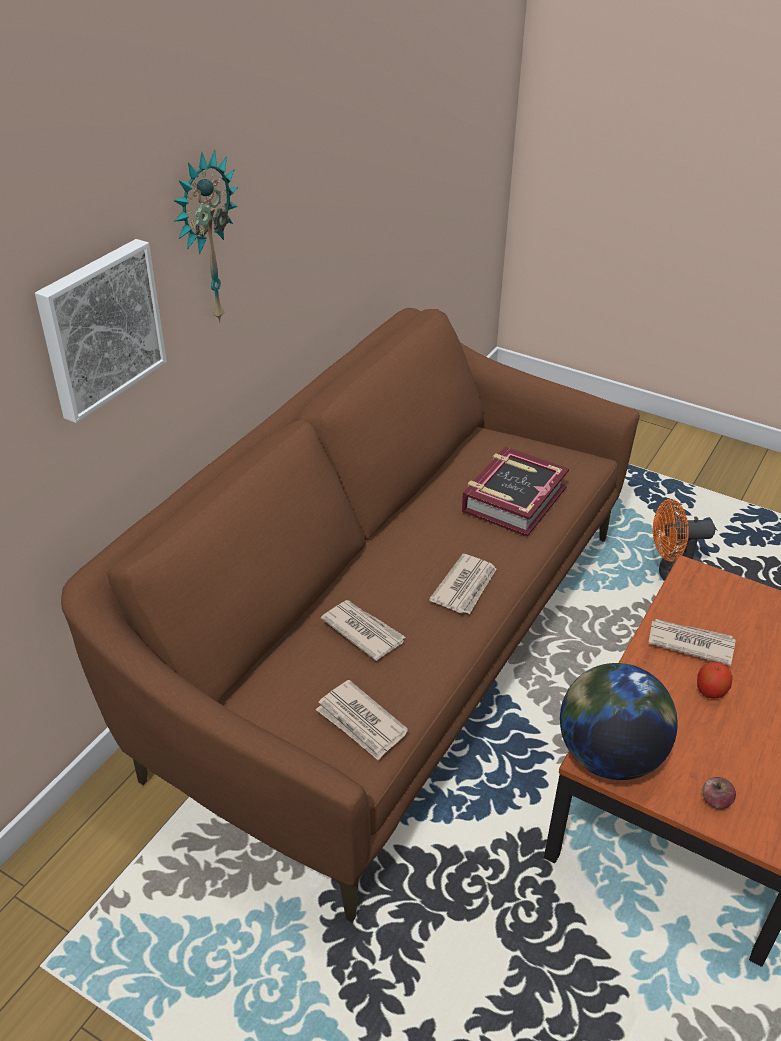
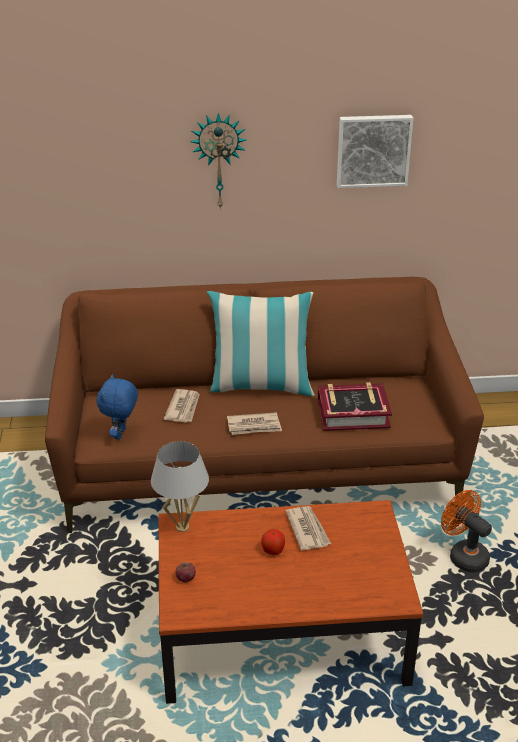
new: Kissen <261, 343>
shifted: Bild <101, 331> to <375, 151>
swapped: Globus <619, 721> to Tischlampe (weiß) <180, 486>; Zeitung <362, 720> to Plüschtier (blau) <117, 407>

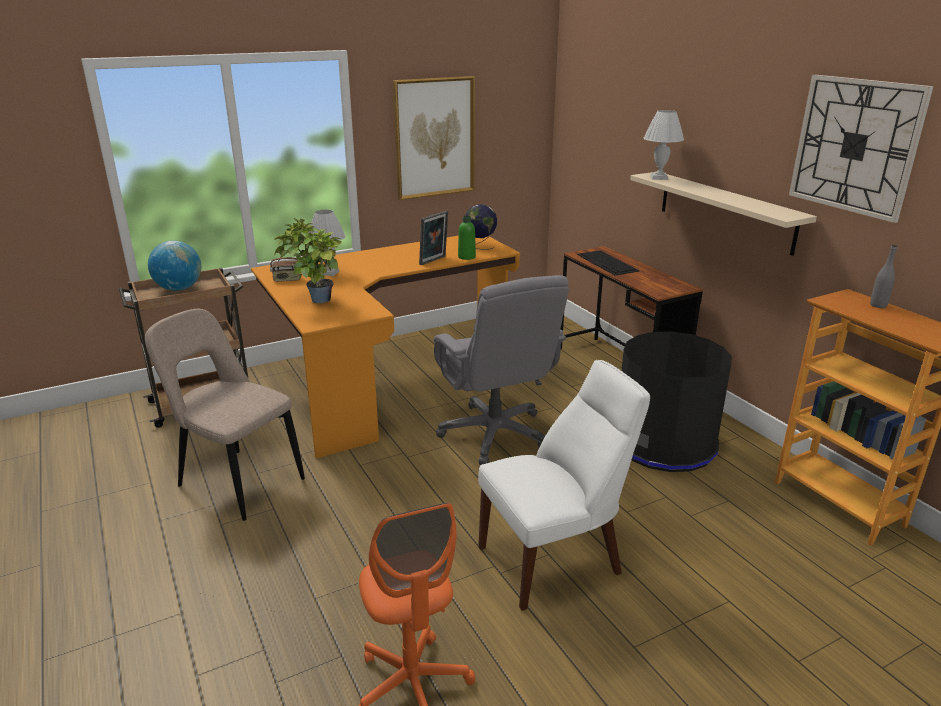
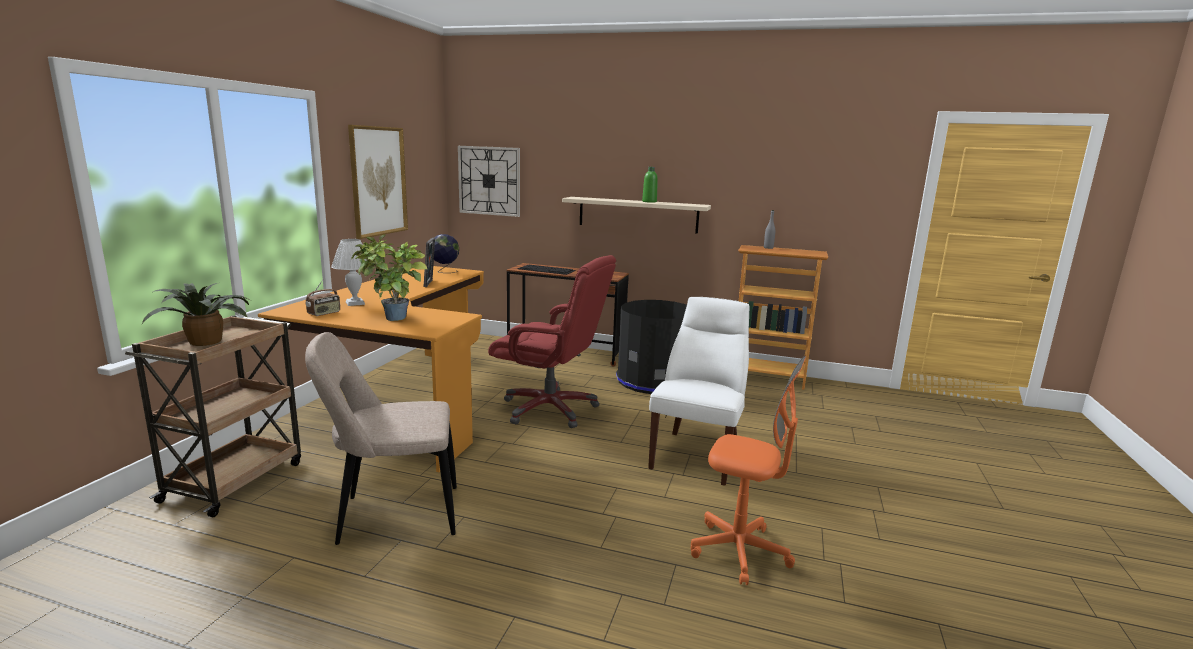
gone: Tischlampe (weiß) <664, 145>
shifted: Wanduhr <861, 149> to <489, 181>; Flasche (grün) <467, 238> to <650, 185>
swapped: Globus <174, 266> to Topfpflanze <196, 314>
repainted: Bürostuhl (grau) <501, 370> to Bürostuhl (rot) <552, 341>

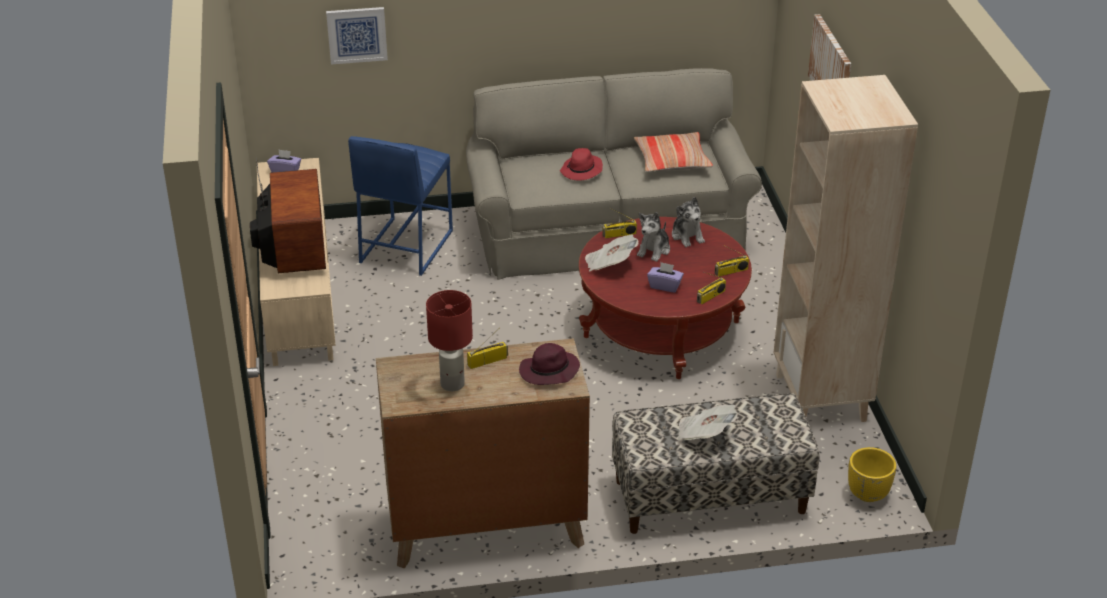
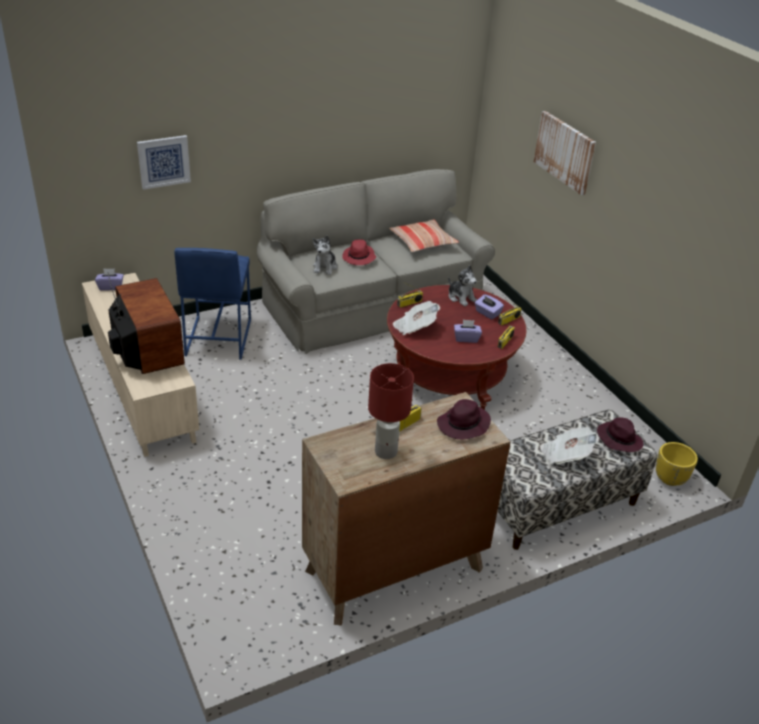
gone: Bücherregal (beige) <845, 248>
new: Taschentuchbox (lila) <489, 306>; Hut (lila) <620, 434>
shifted: Plüschtier <653, 237> to <324, 255>

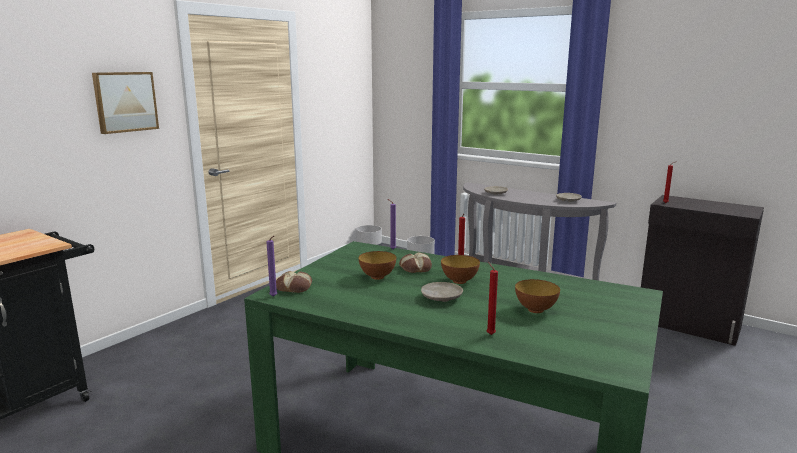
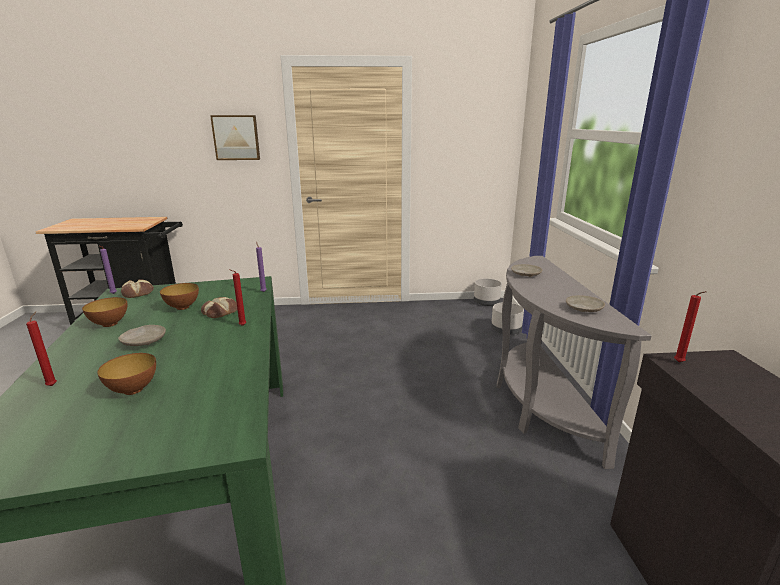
shifted: Schüssel <460, 269> to <105, 312>

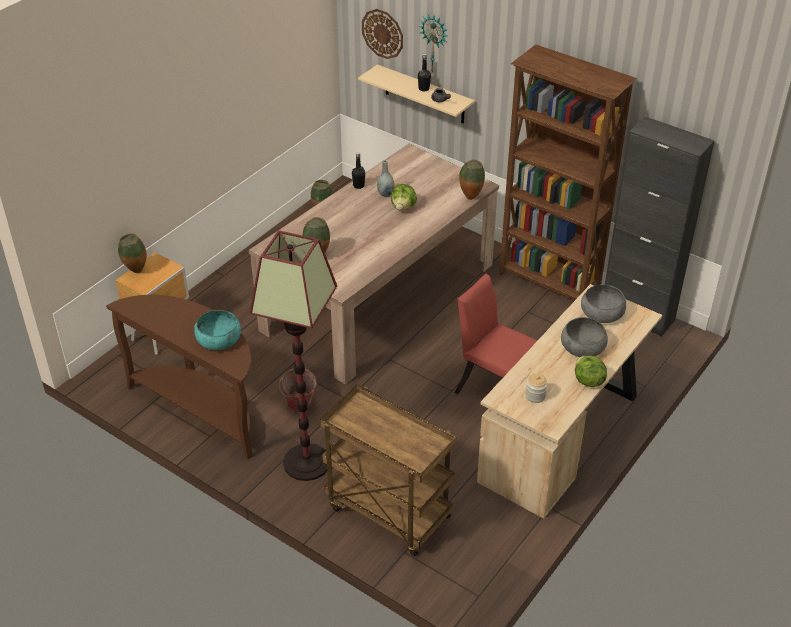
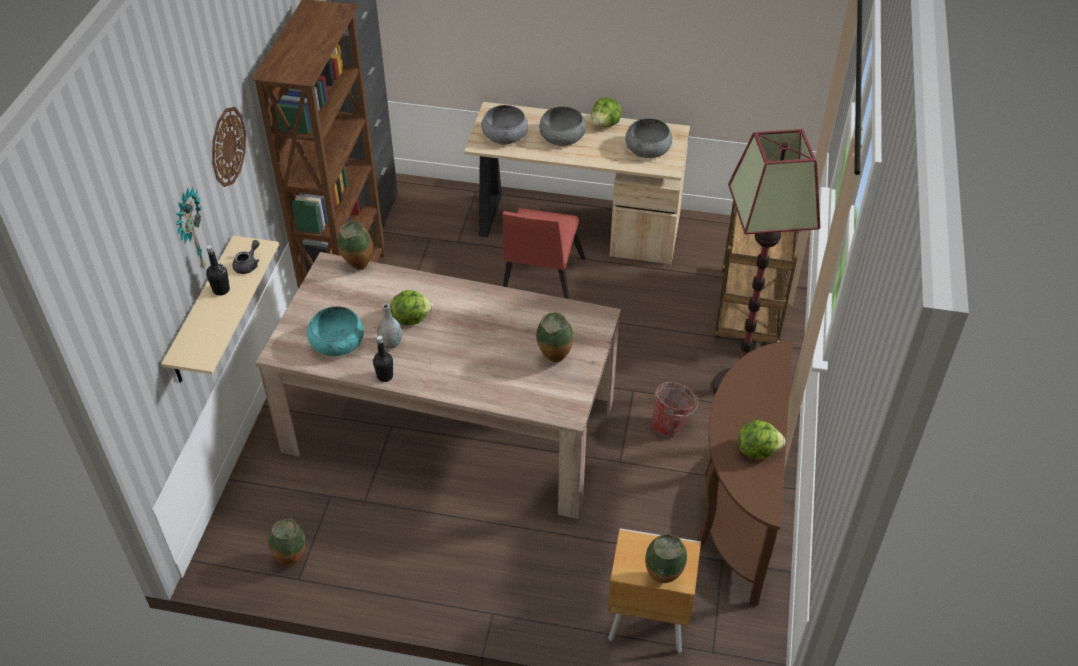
new: Salatkopf <762, 439>
shifted: Wanduhr <382, 34> to <229, 147>; Schüssel (türkis) <217, 330> to <335, 331>
swapped: Vorratsglas <536, 388> to Schüssel (grau) <648, 138>

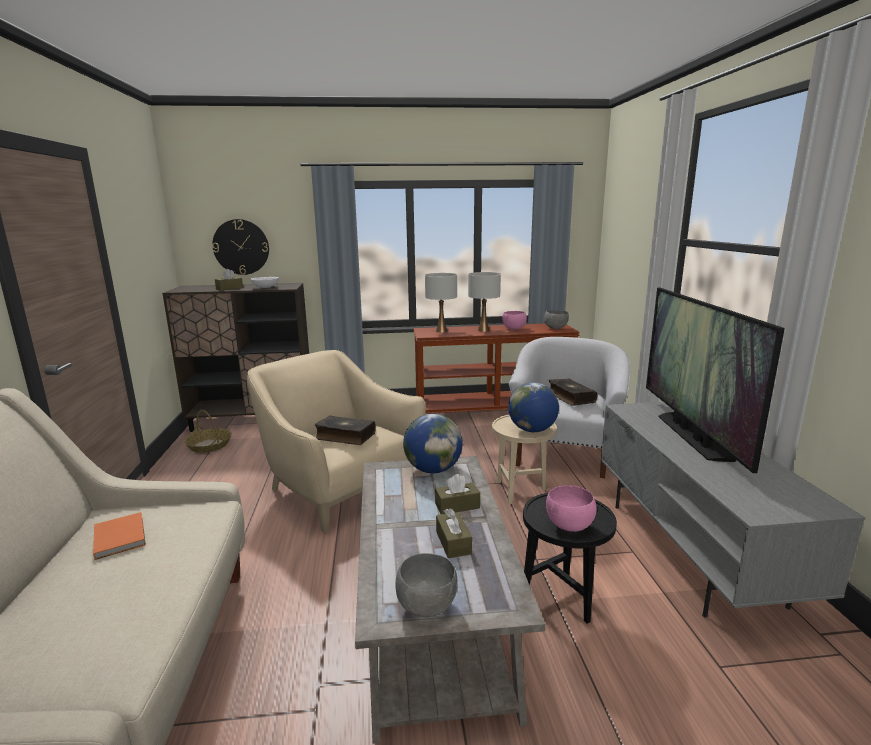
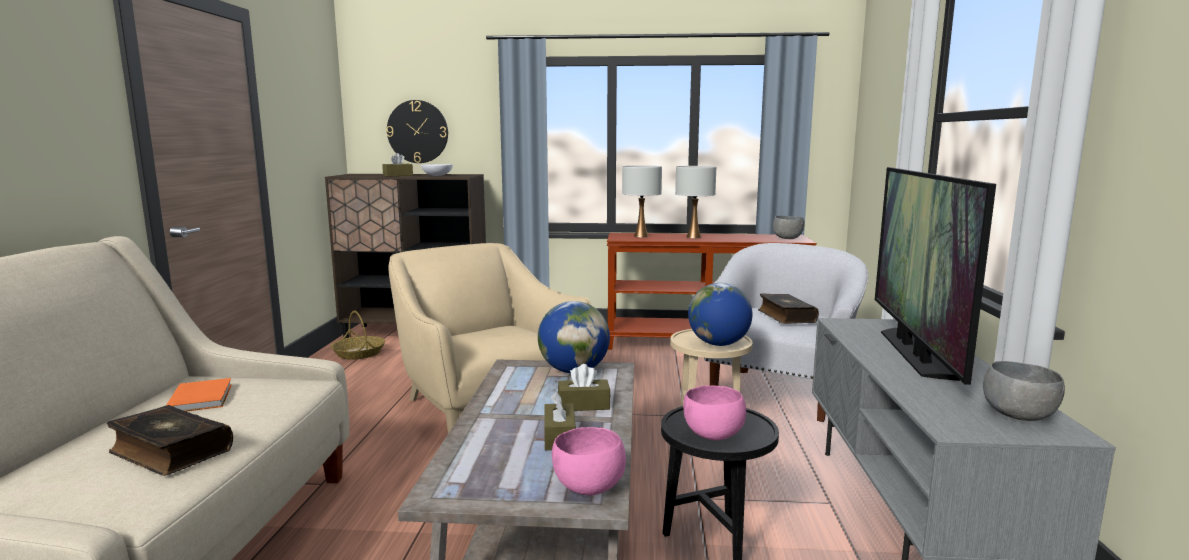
shifted: Schüssel (rosa) <514, 320> to <589, 461>; Buch <345, 430> to <170, 440>; Schüssel (grau) <426, 585> to <1024, 391>

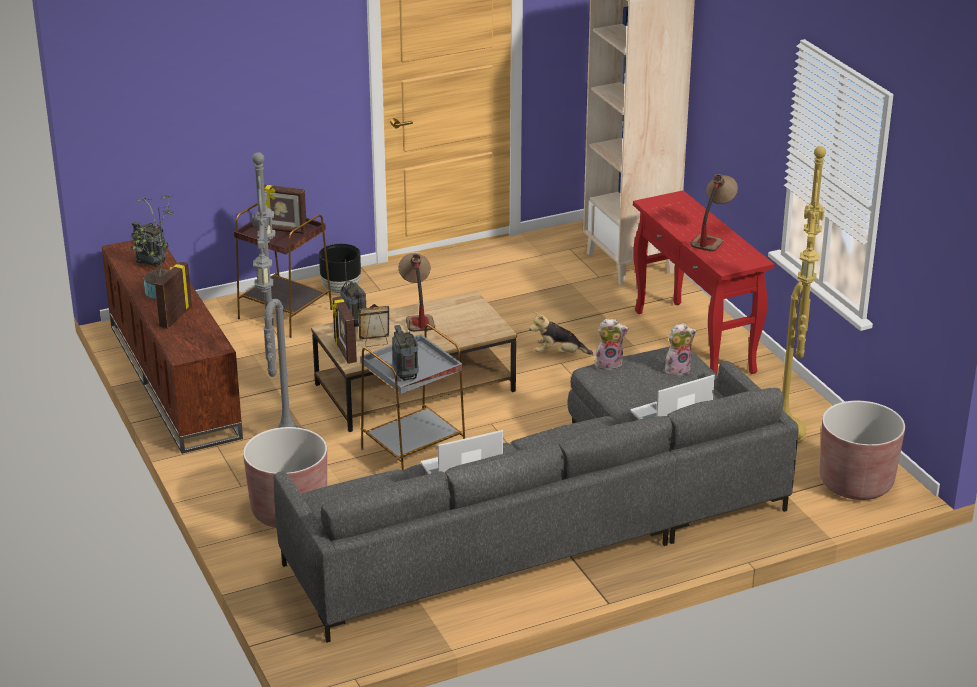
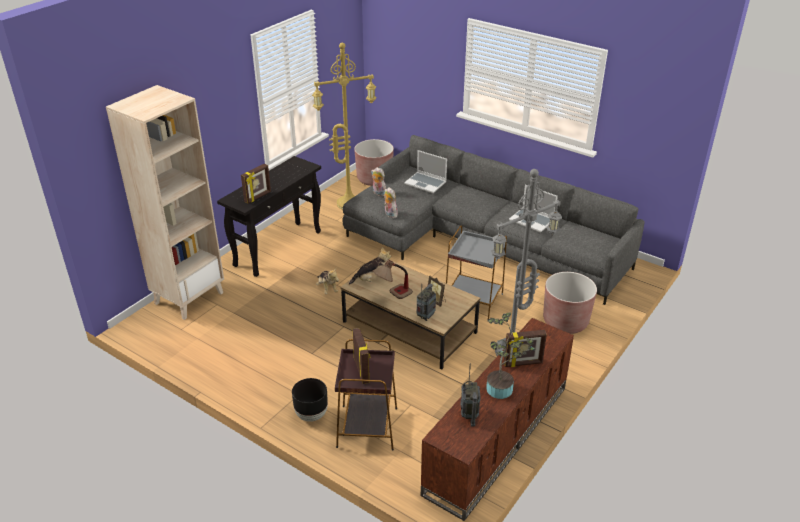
gone: Tischlampe <714, 213>; Radio <405, 350>
new: Plüschtier <370, 266>
shifted: Bilderrahmen <344, 330> to <256, 183>
repainted: Konsolentisch (rot) <703, 282> to Konsolentisch (schwarz) <269, 216>

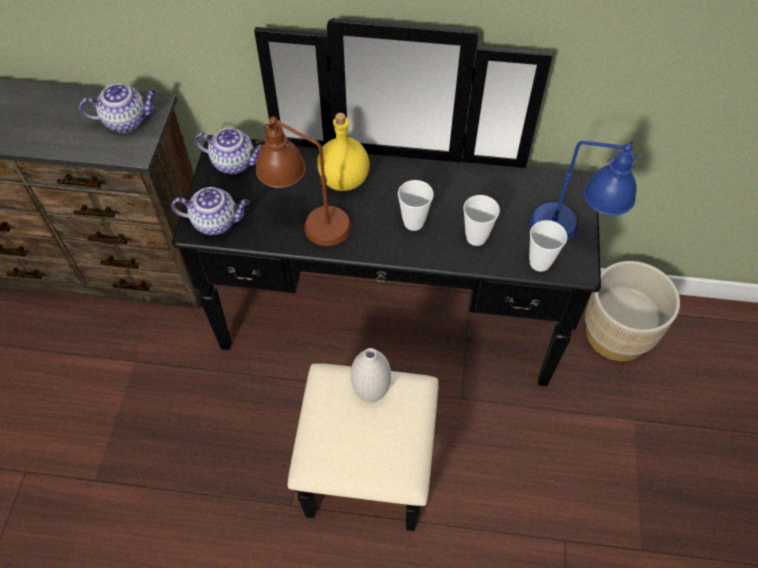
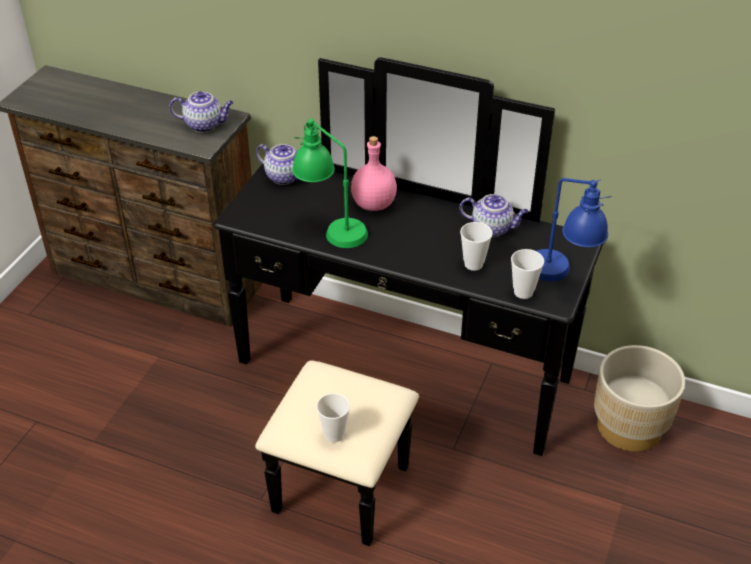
gone: Vase (weiß) <371, 375>
shifted: Tasse <416, 205> to <333, 417>; Teekanne <210, 211> to <494, 215>
repainted: Flasche (gelb) <343, 152> to Flasche (rosa) <374, 173>; Tischlampe (braun) <303, 181> to Tischlampe (grün) <330, 183>

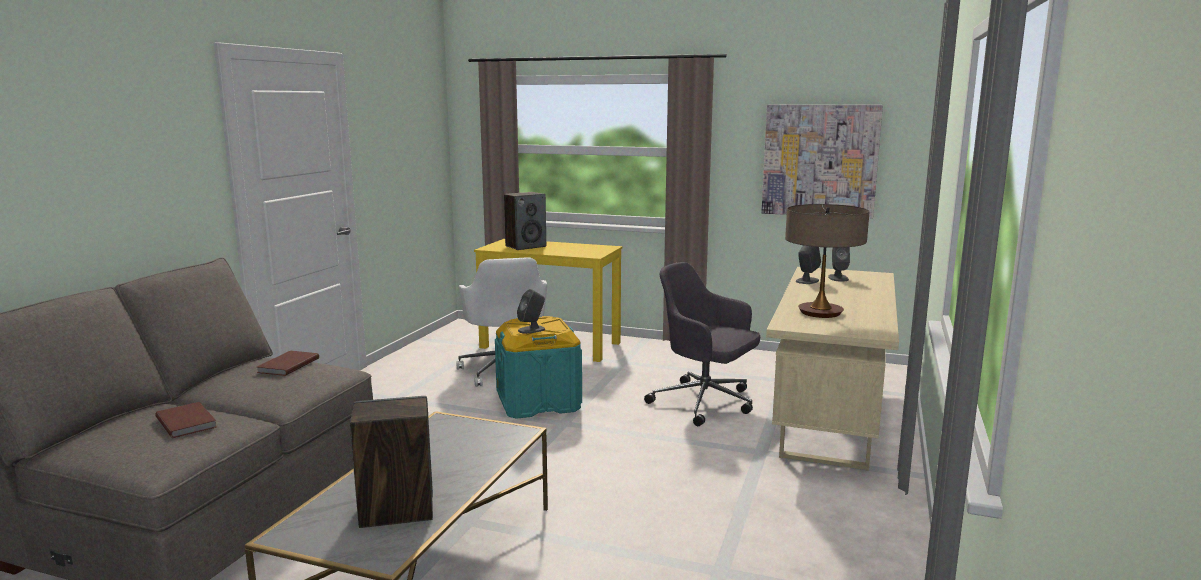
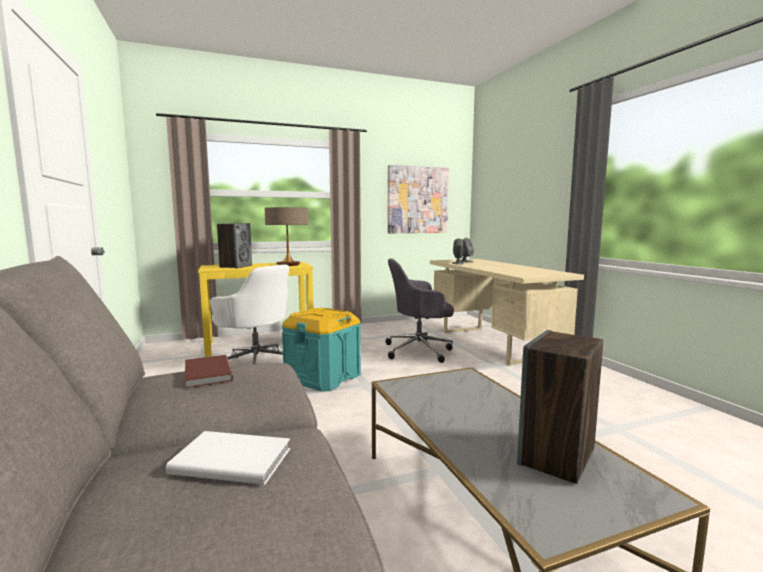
gone: Lautsprecher (grau) <531, 311>
shifted: Tischlampe <827, 261> to <286, 236>
repainted: Buch (braun) <186, 420> to Buch (weiß) <228, 458>

